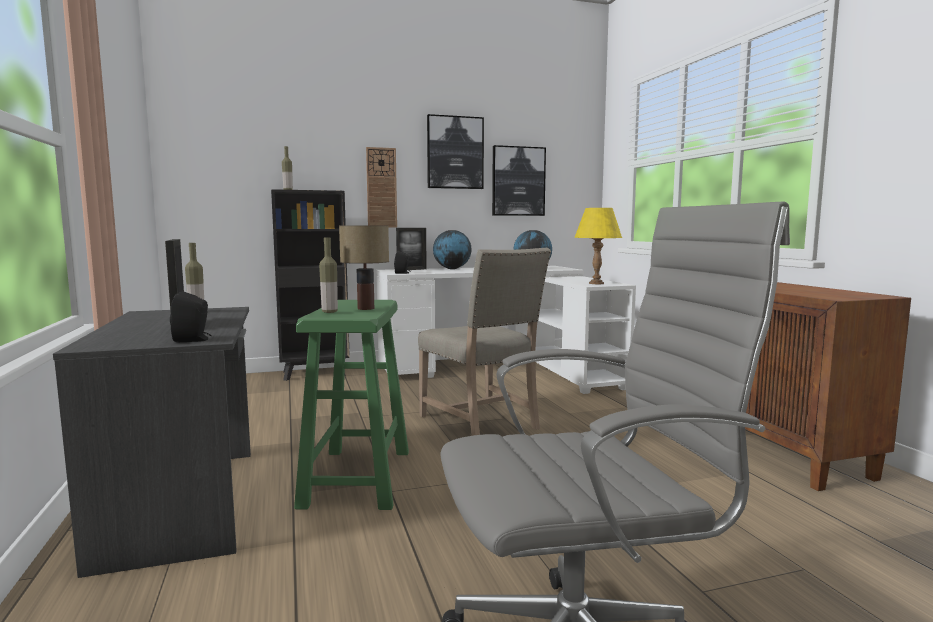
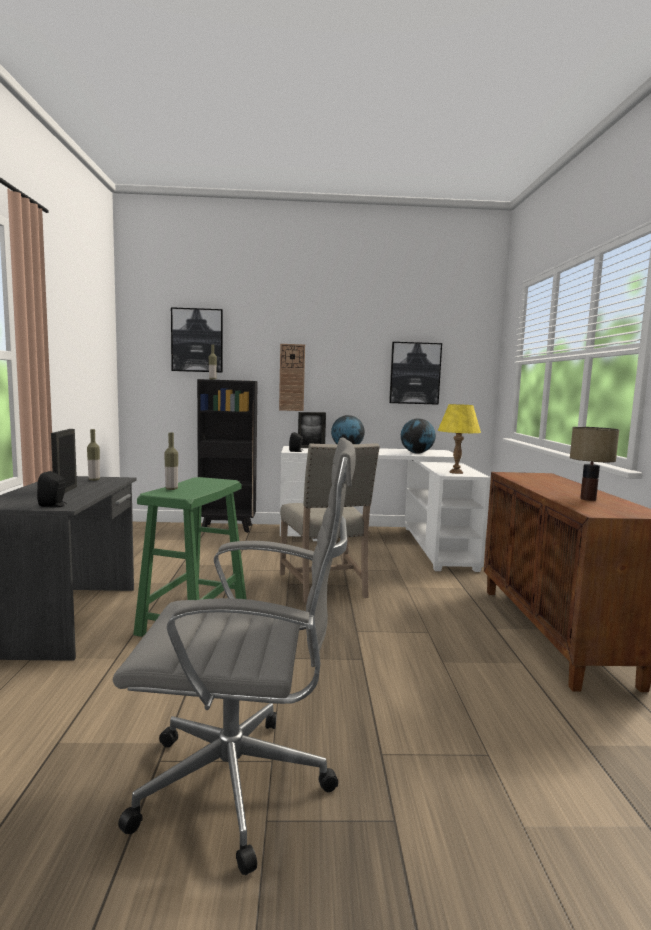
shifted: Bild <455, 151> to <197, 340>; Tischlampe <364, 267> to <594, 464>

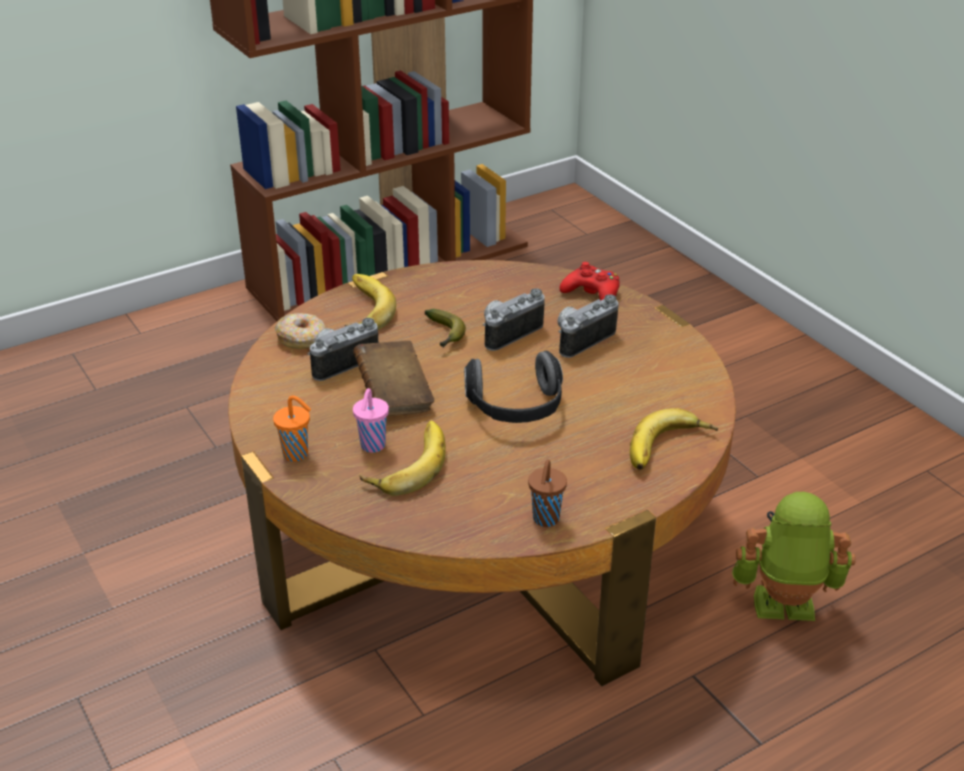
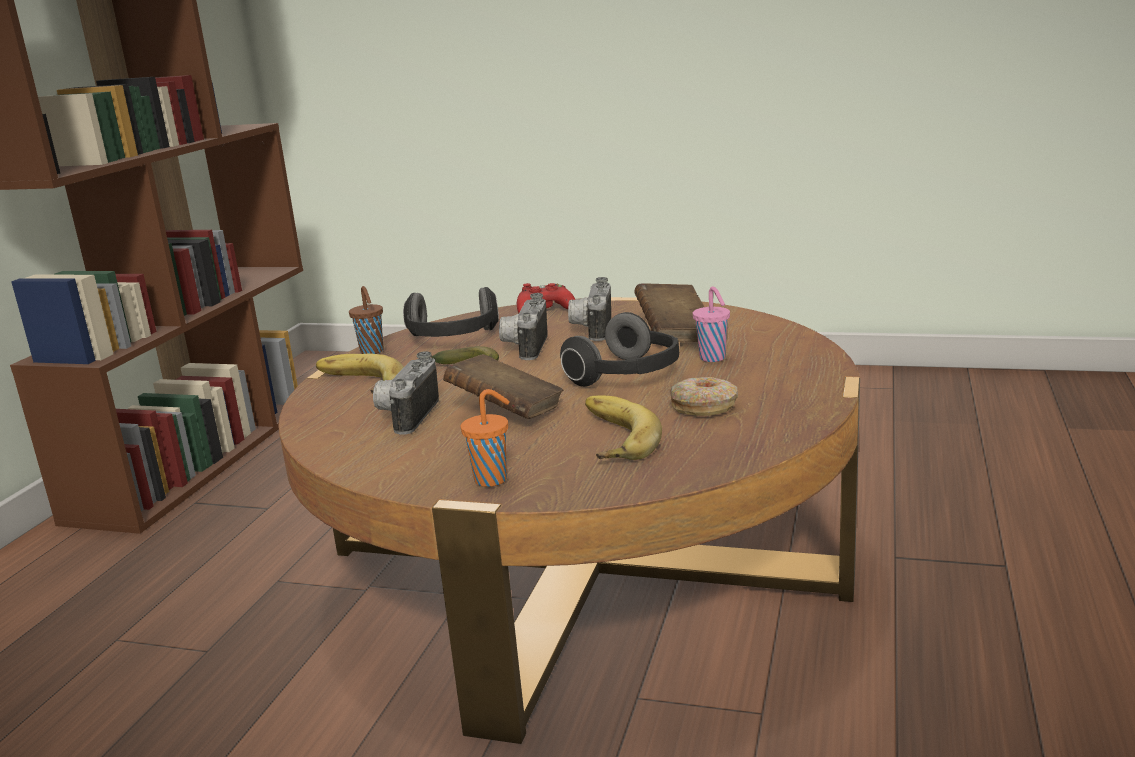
gone: Banane <674, 439>; Spielzeugroboter <794, 556>
new: Buch (braun) <669, 312>; Kopfhörer <451, 312>
shifted: Donut <300, 331> to <704, 396>; Tasse (rosa) <371, 420> to <711, 324>; Tasse (braun) <547, 493> to <366, 320>

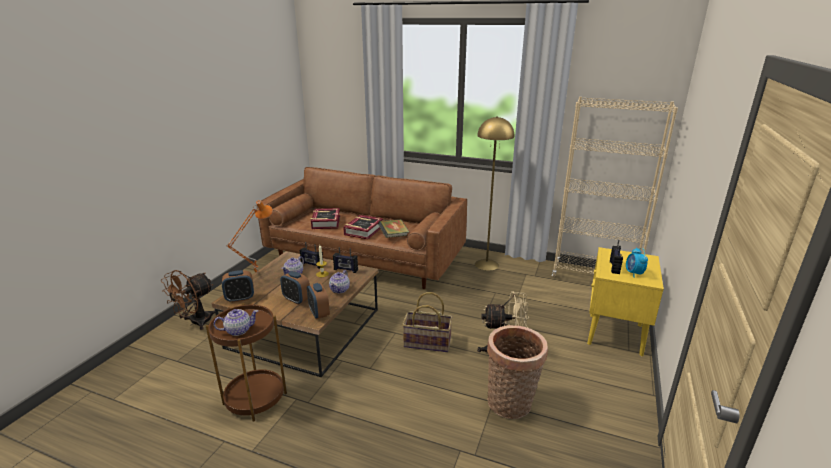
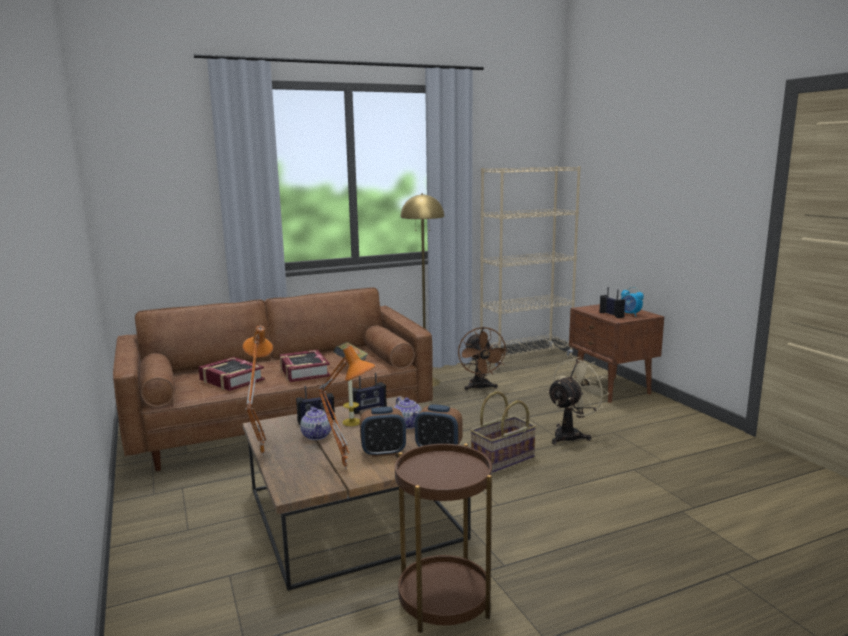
gone: Wecker <238, 286>; Teekanne <236, 322>; Korb <517, 372>
new: Tischlampe (orange) <347, 408>
shifted: Ventilator (braun) <188, 300> to <483, 359>
repainted: Nachttisch (gelb) <625, 301> to Nachttisch (braun) <616, 353>

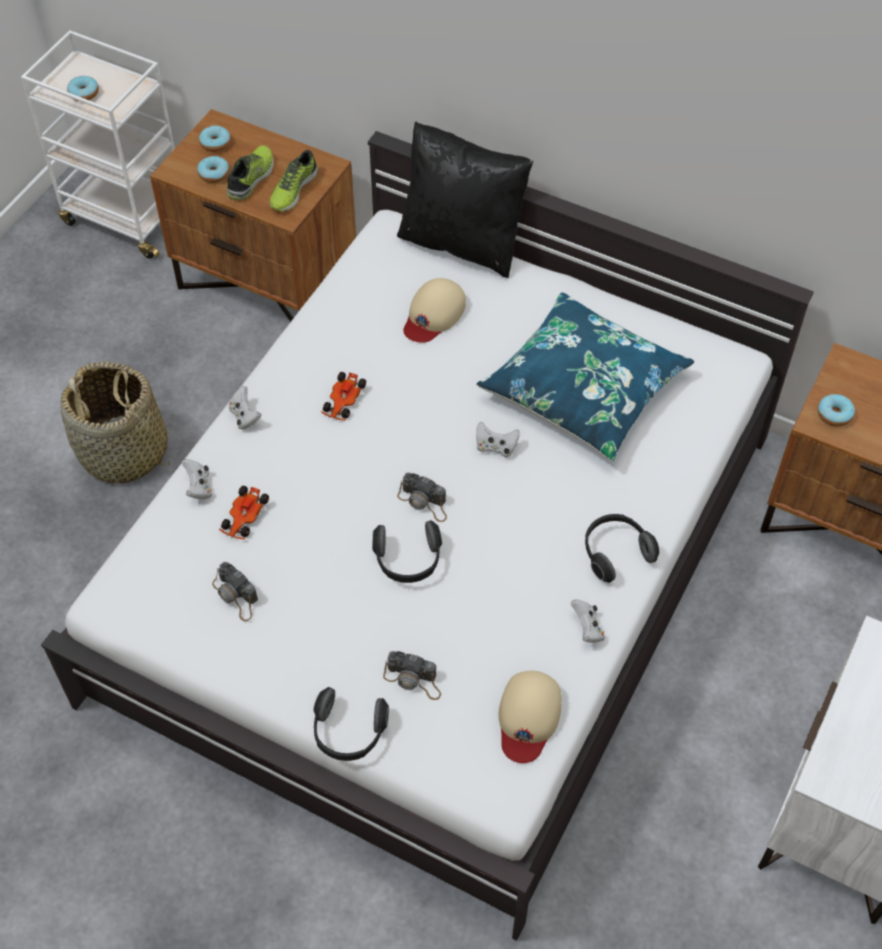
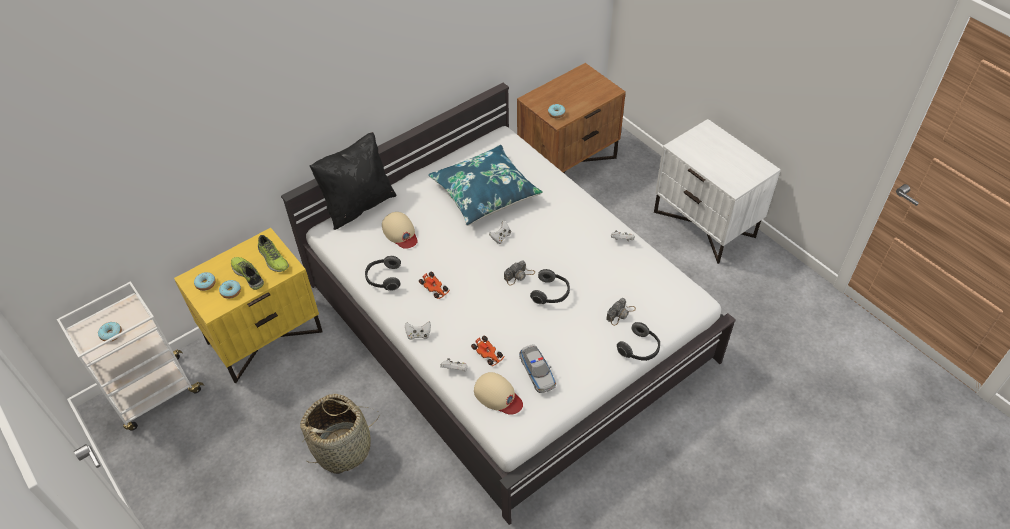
shifted: Kopfhörer <622, 548> to <383, 273>; Kappe (beige) <530, 717> to <498, 393>
swapped: Kamera <235, 591> to Spielzeugauto <537, 368>
repainted: Nachttisch (braun) <253, 215> to Nachttisch (gelb) <248, 305>

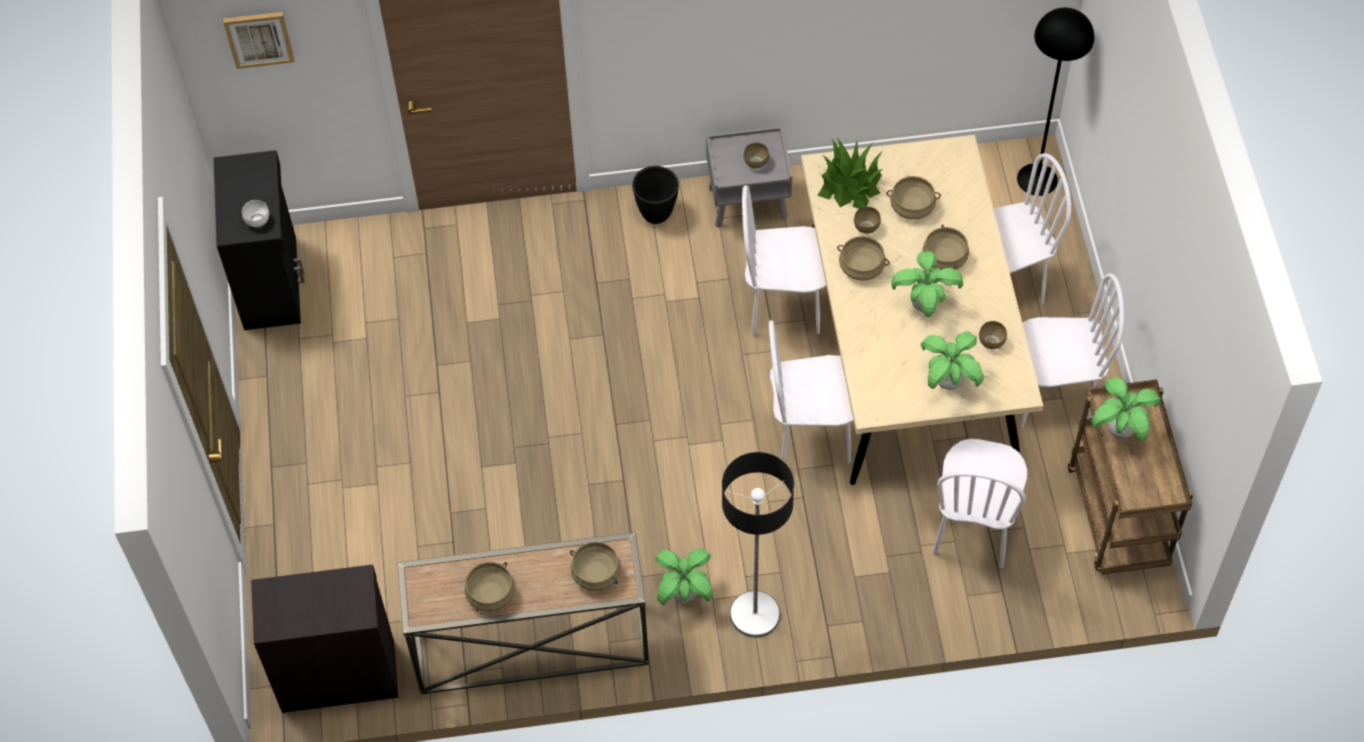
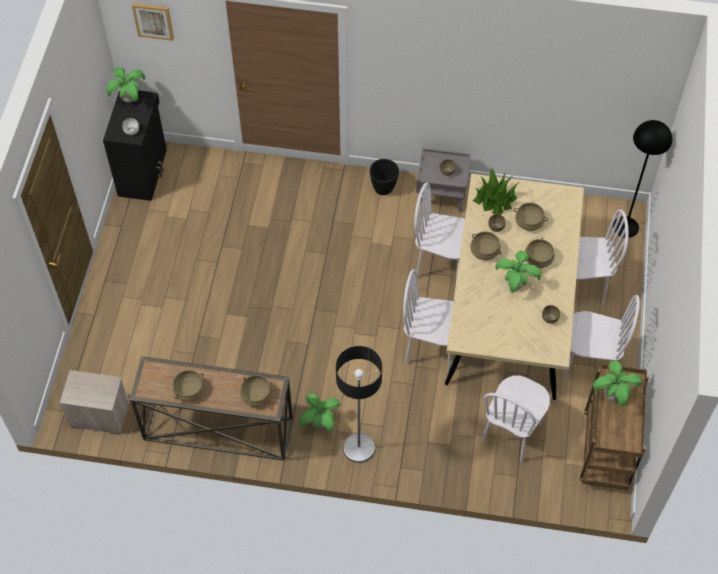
shifted: Topfpflanze <952, 360> to <125, 85>
swapped: Schrank (schwarz) <324, 638> to Nachttisch <94, 402>

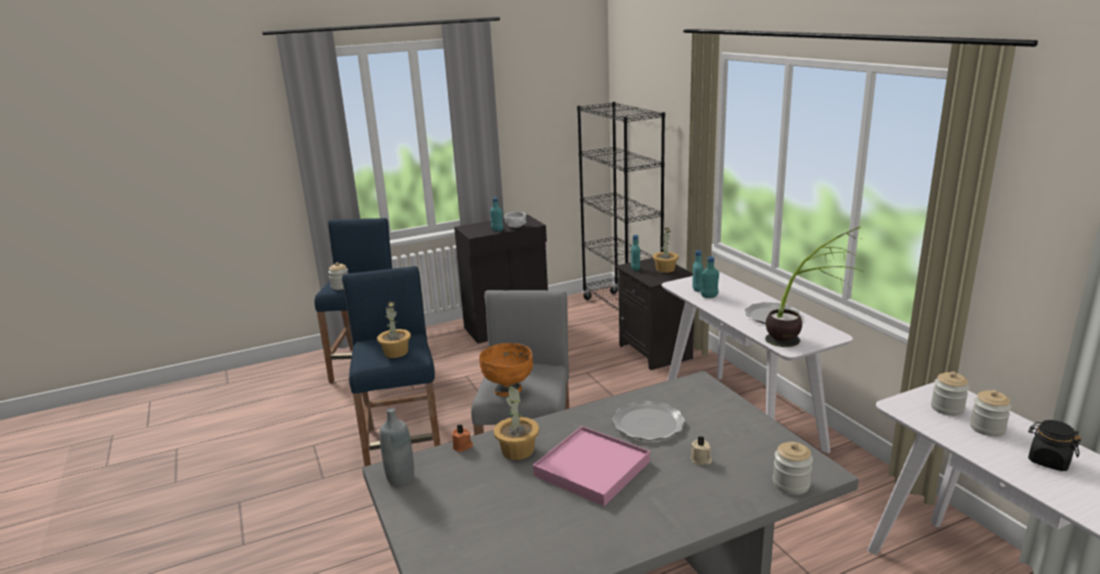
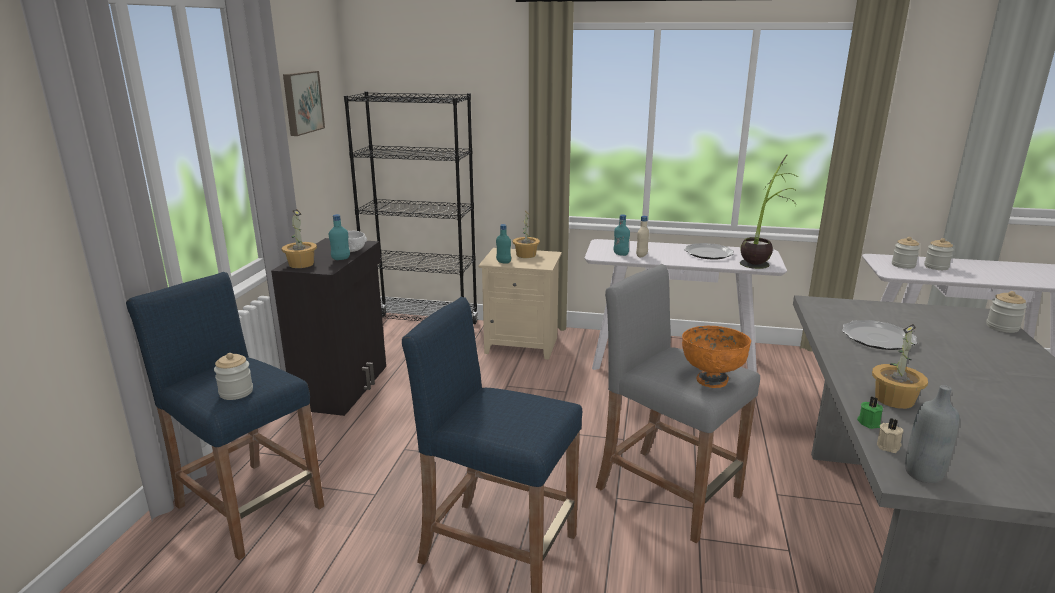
gone: Vorratsglas (schwarz) <1054, 445>; Tablett (rosa) <591, 466>
new: Bild <304, 103>
shifted: Topfpflanze <394, 329> to <299, 238>; Kerze (beige) <701, 450> to <890, 435>
repainted: Flasche (türkis) <710, 277> to Flasche (beige) <642, 236>; Nachttisch (schwarz) <654, 314> to Nachttisch (beige) <520, 304>; Kerze (orange) <462, 438> to Kerze (grün) <870, 412>

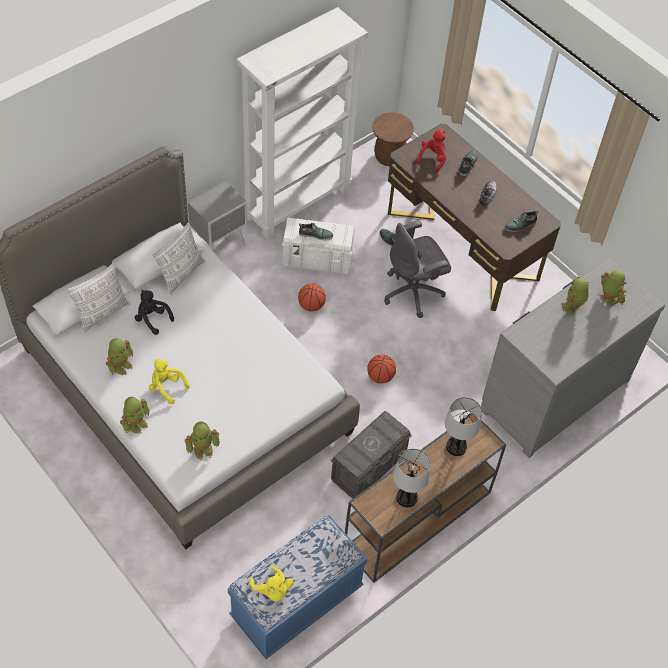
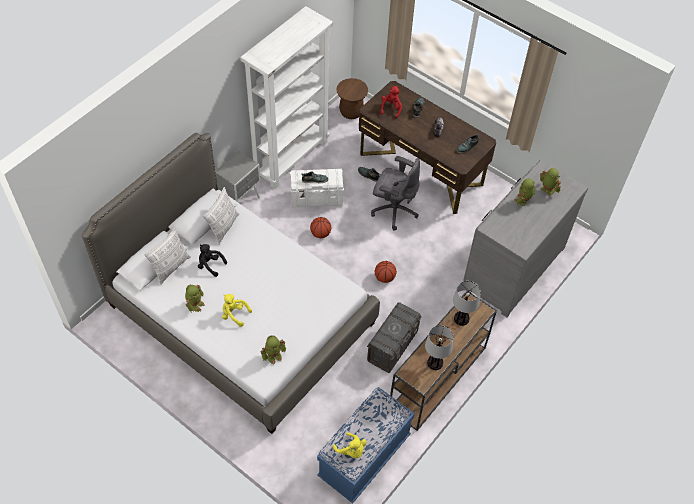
gone: Spielzeugroboter <135, 415>
rotated: Bürostuhl (grau) <418, 269> = <395, 193> 120 degrees counterclockwise

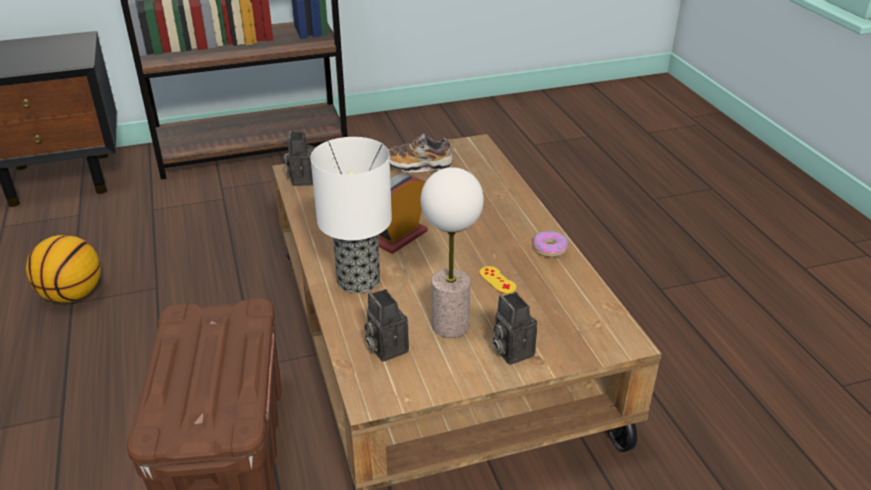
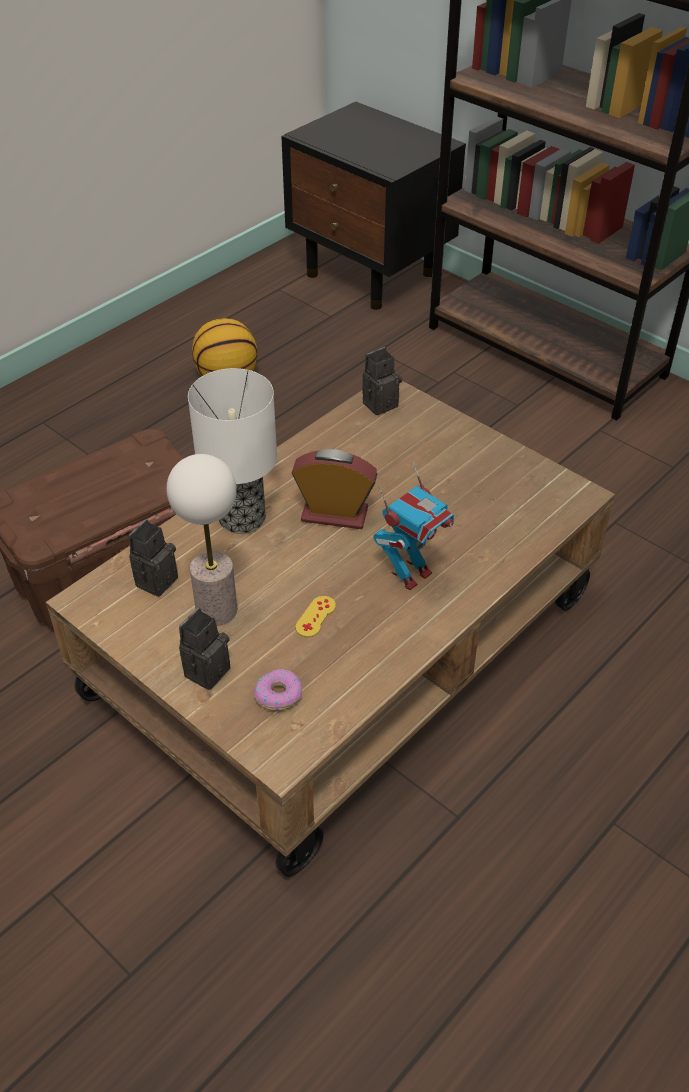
gone: Schuh <421, 153>
new: Spielzeugroboter <413, 526>
shifted: Donut <550, 244> to <278, 690>

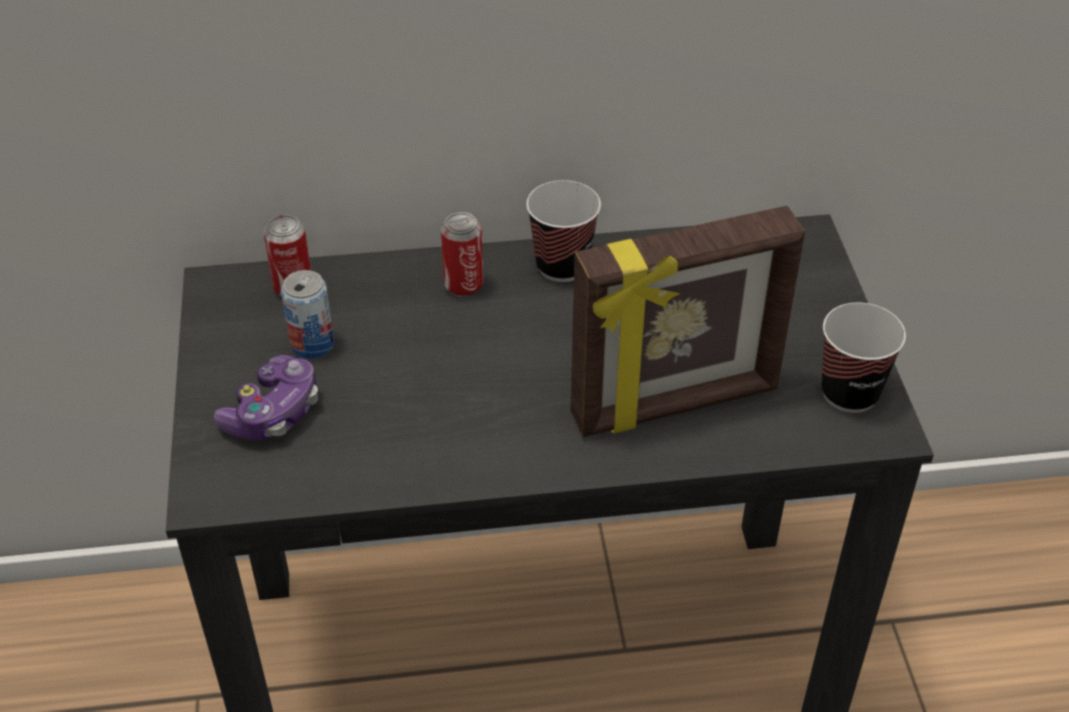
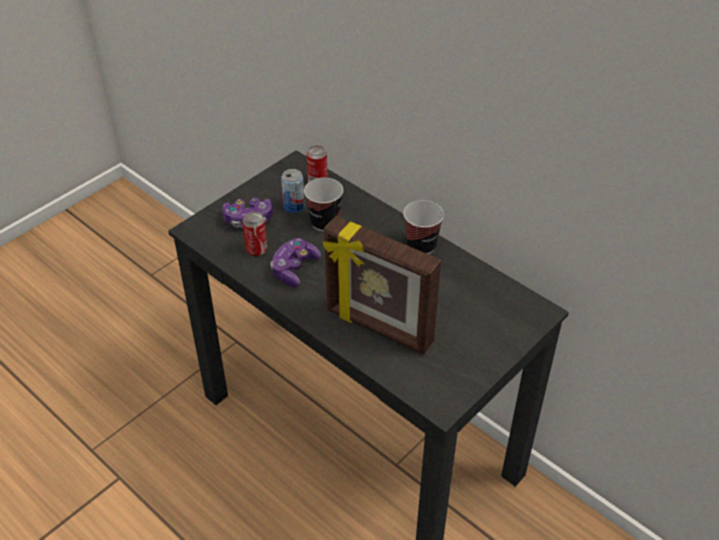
new: Gamepad <295, 262>
shifted: Dose <462, 254> to <255, 234>; Tasse <864, 358> to <323, 204>

